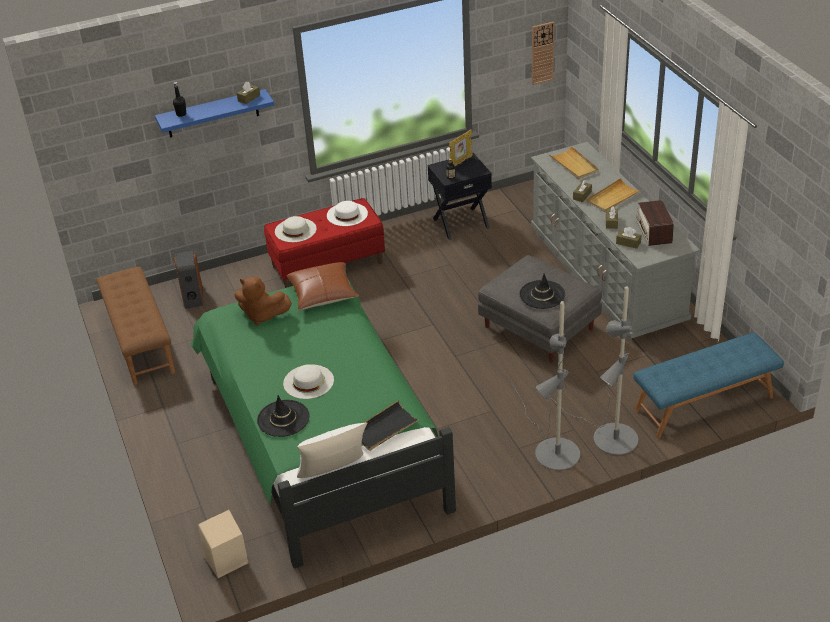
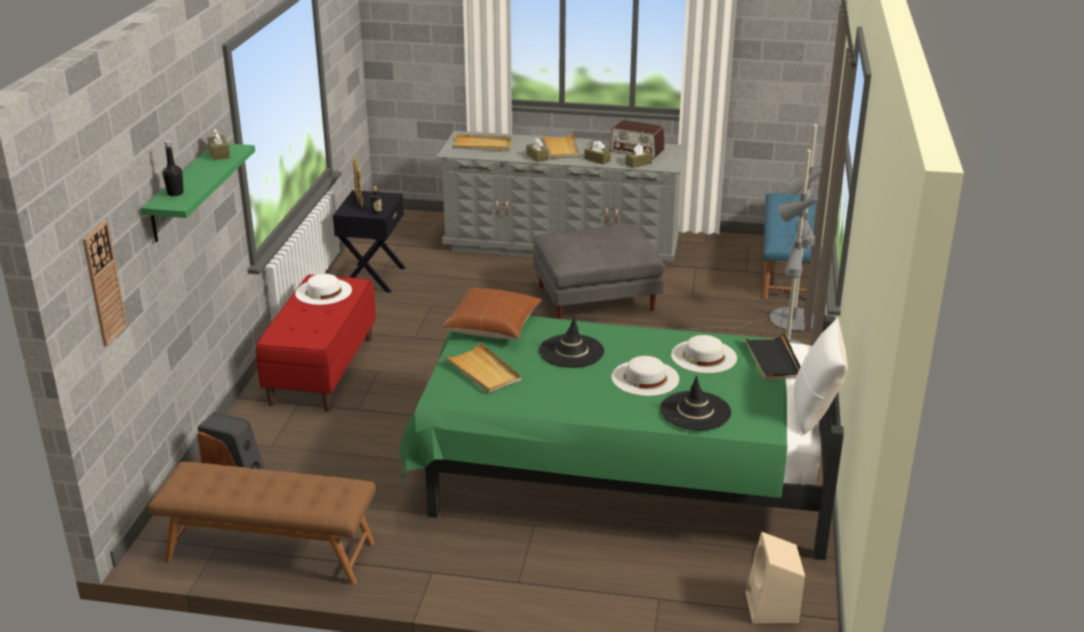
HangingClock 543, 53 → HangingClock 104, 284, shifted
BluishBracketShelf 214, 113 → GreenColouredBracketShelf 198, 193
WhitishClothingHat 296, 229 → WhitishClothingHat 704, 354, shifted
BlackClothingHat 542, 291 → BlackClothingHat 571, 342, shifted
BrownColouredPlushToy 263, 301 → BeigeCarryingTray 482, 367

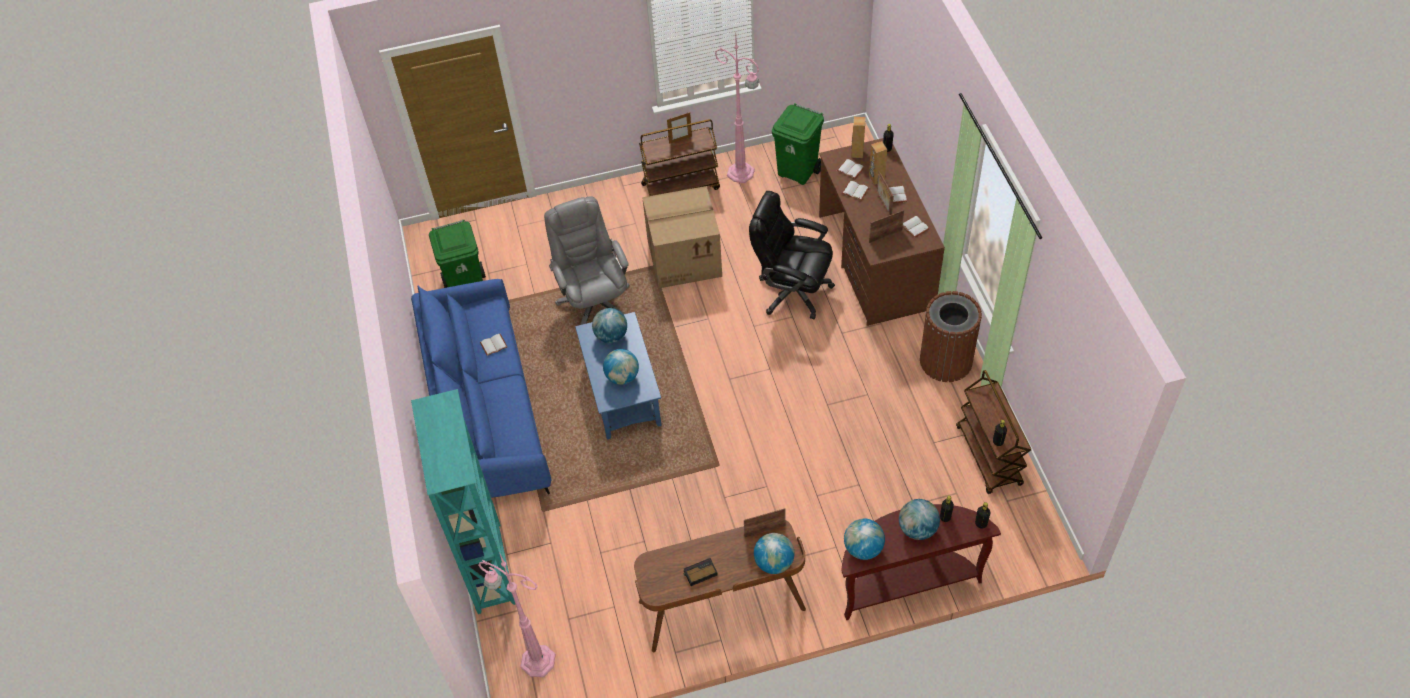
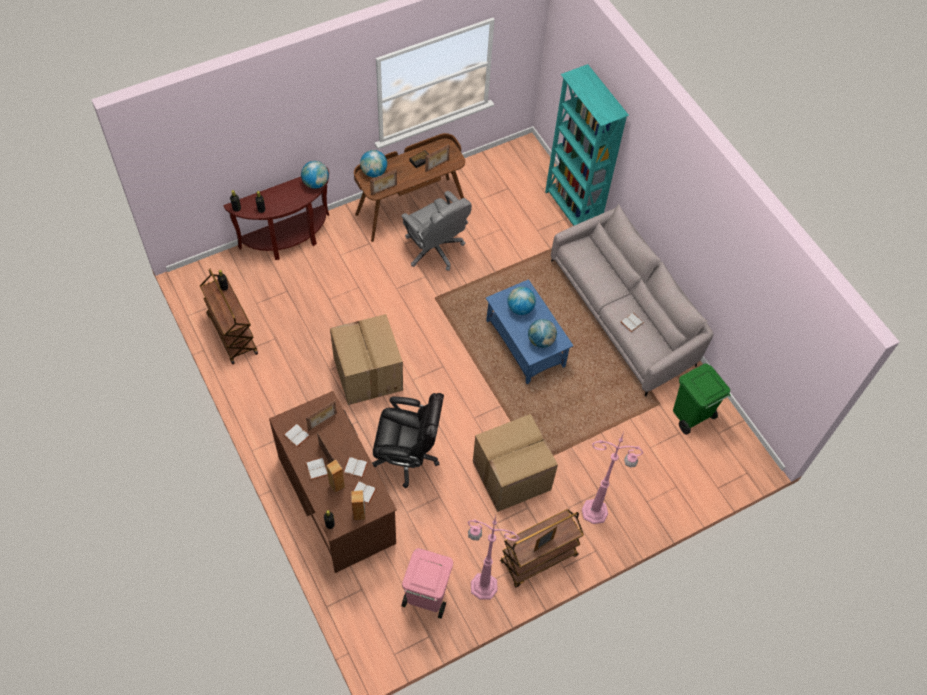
GreenColouredRubbishBin 798, 144 → PinkRubbishBin 427, 583
GreyishComputerChair 586, 260 → GreyishComputerChair 436, 231, shifted
BluishSofa 481, 388 → GreyishSofa 632, 300
BrownColouredRubbishBin 951, 336 → -
DeskGlobe 919, 519 → -
PinkFloorLamp 517, 614 → PinkFloorLamp 612, 478, shifted
- → StandingFrame 437, 158
- → Carton 366, 359

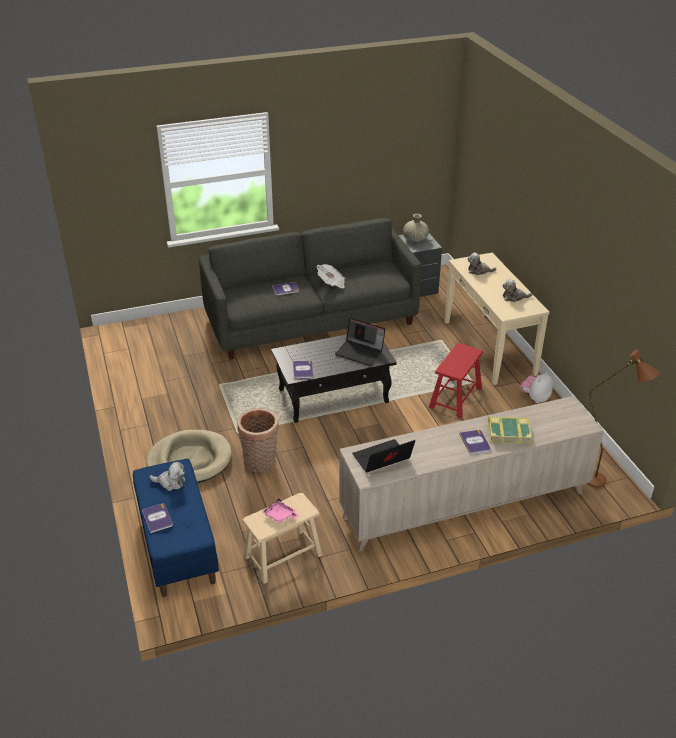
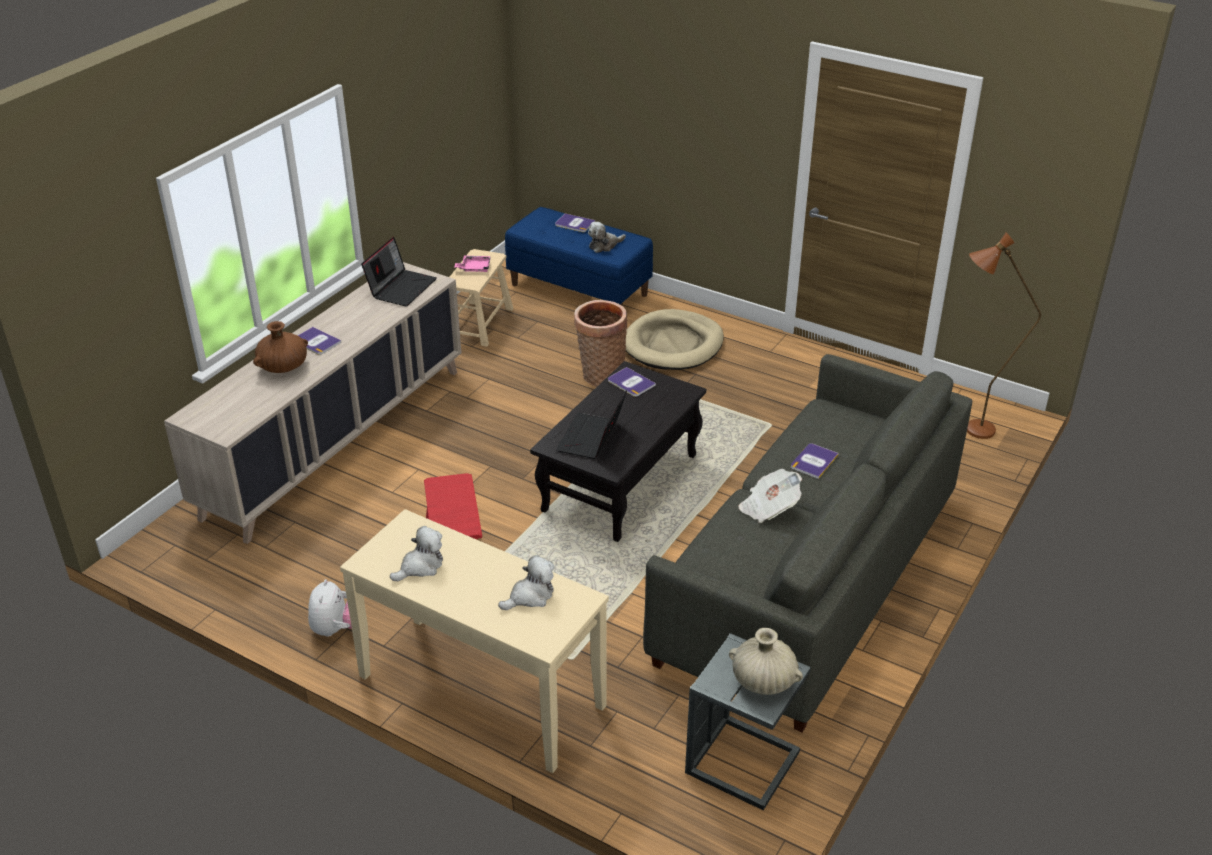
Laptop 360, 342 → Laptop 591, 424, 60 degrees counterclockwise
BrownColouredFloorLamp 623, 418 → BrownColouredFloorLamp 1004, 335, shifted
Volume 510, 430 → BrownColouredVase 280, 347

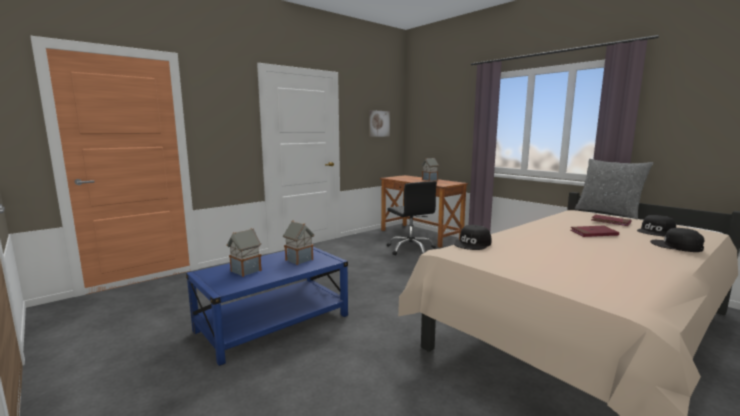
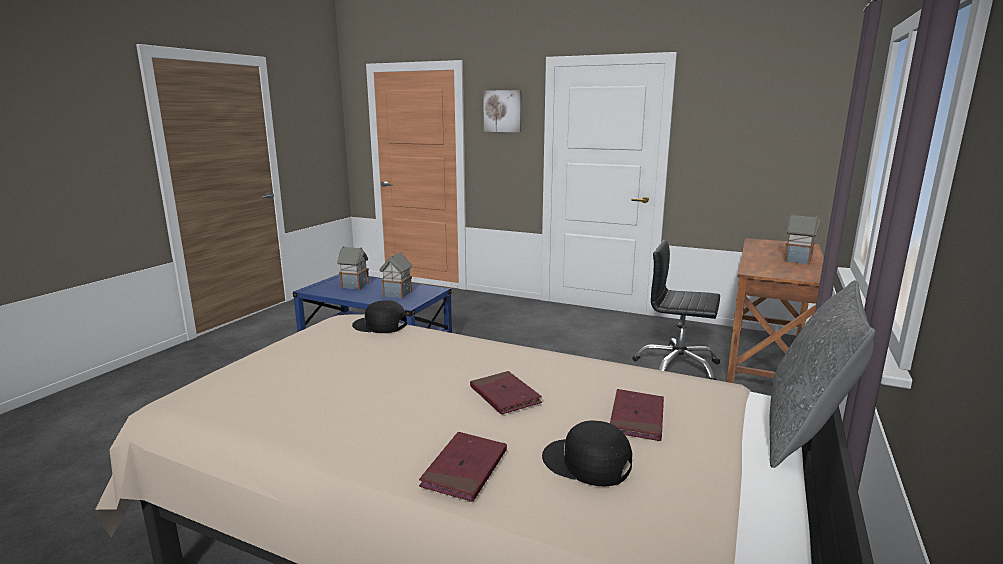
Picture 380, 123 → Picture 502, 111, shifted
BlackComputerChair 412, 218 → BlackComputerChair 676, 310, 75 degrees clockwise
BlackBaseballCap 677, 240 → ReddishVolume 463, 467

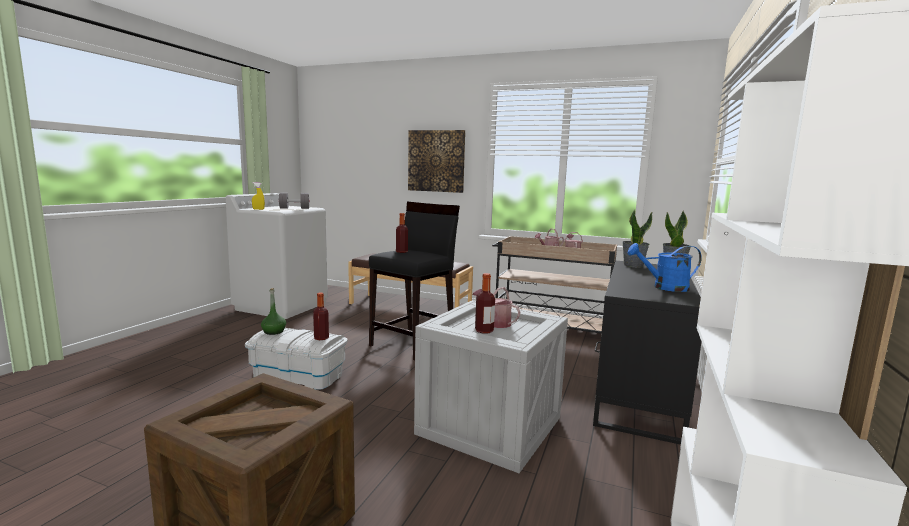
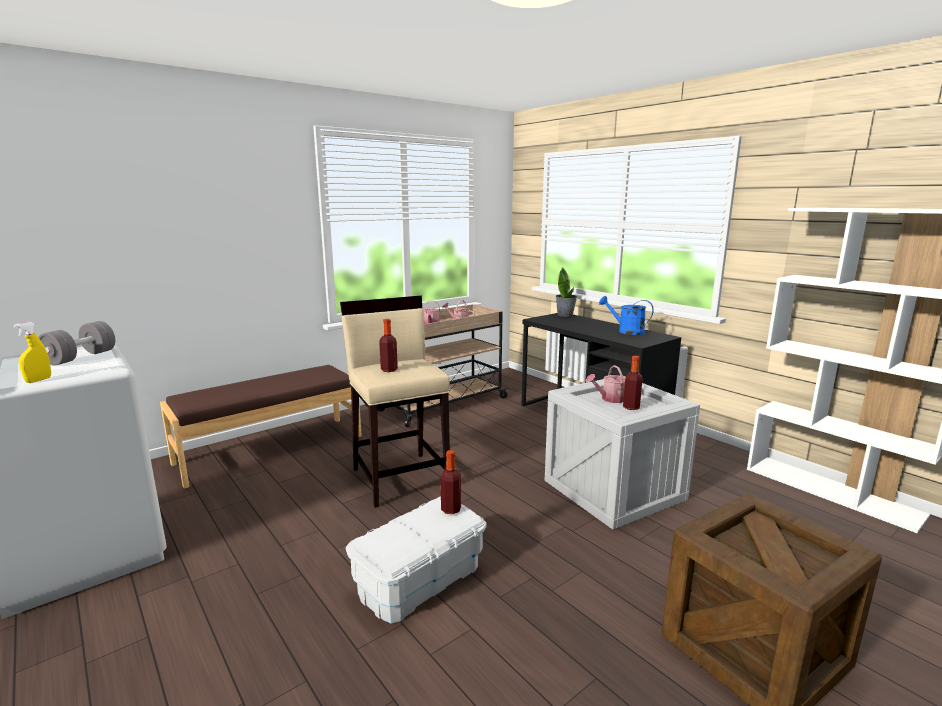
Picture 436, 161 → -
BlackStool 414, 280 → BeigeStool 395, 402
Houseplant 637, 238 → -
BluishSprinklingCan 665, 267 → BluishSprinklingCan 626, 315, 90 degrees clockwise
GreenColouredBeverageBottle 273, 311 → -

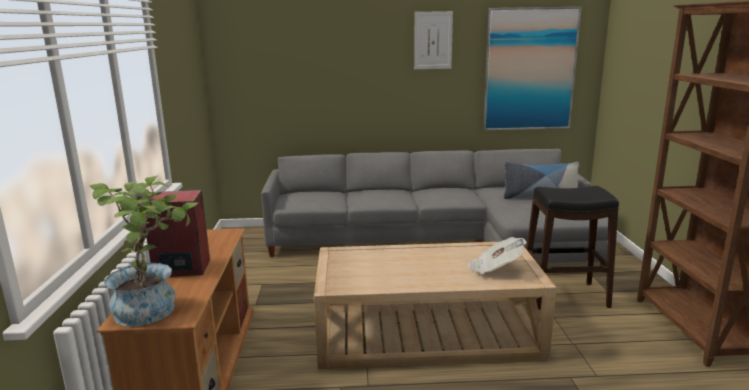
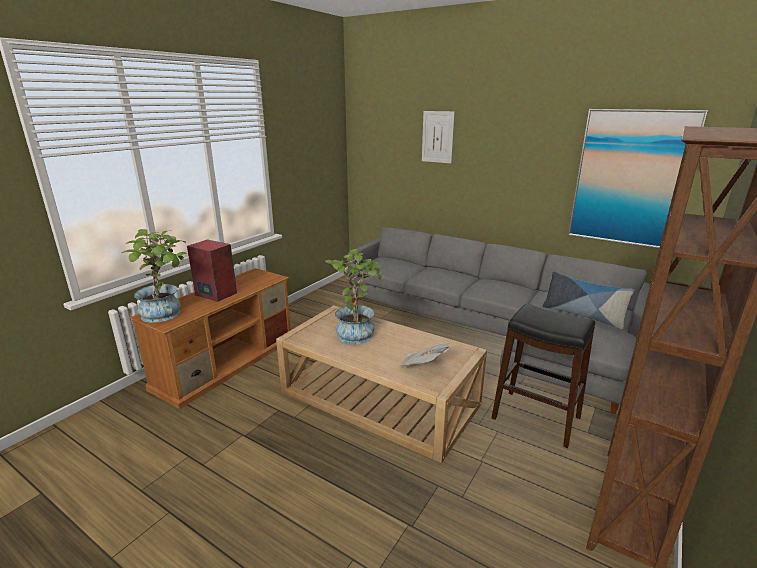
Picture 433, 40 → Picture 438, 137, shifted
- → Houseplant 354, 296

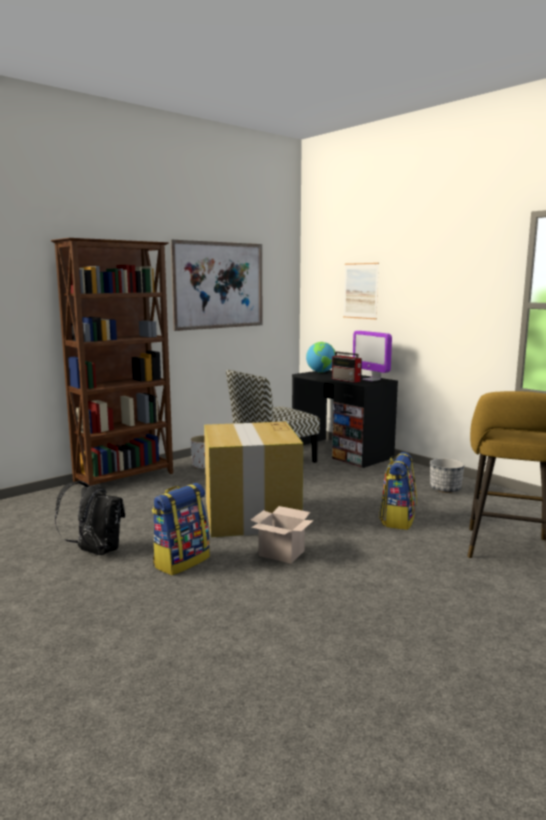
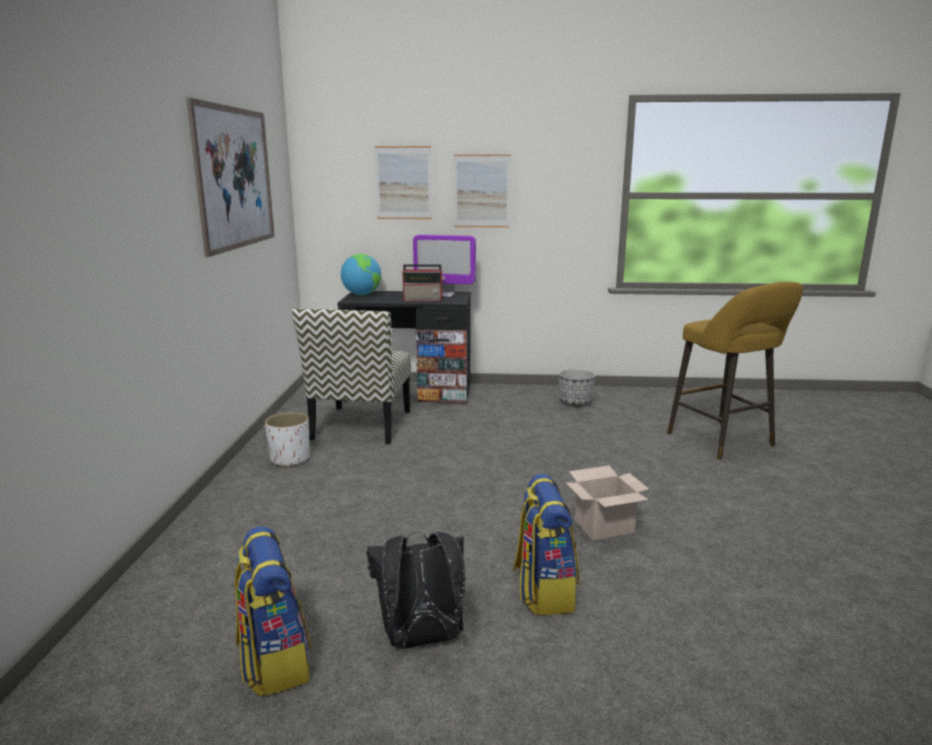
BrownColouredBookcase 112, 362 → -
Carton 253, 479 → -
Rucksack 398, 491 → Rucksack 272, 611, shifted
- → Picture 482, 191

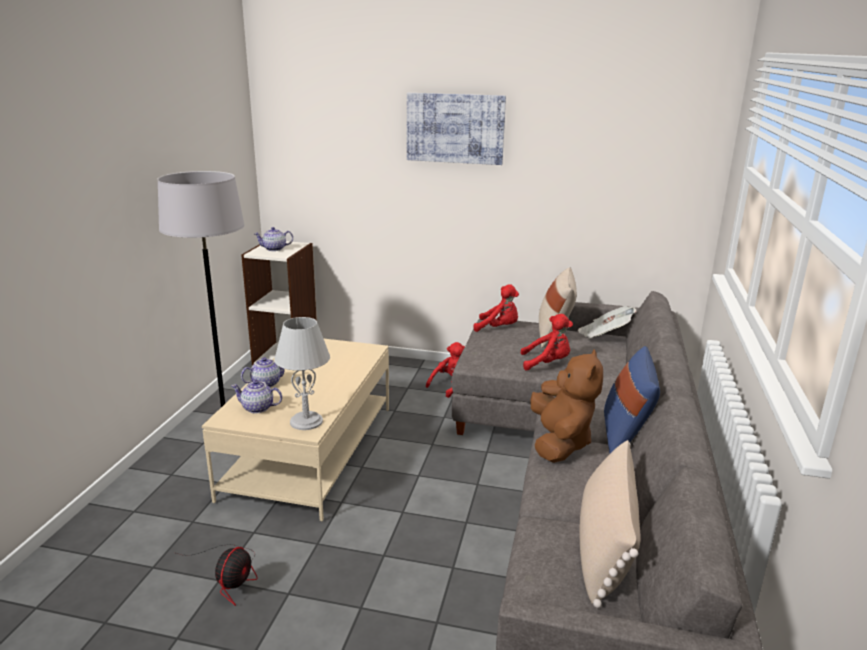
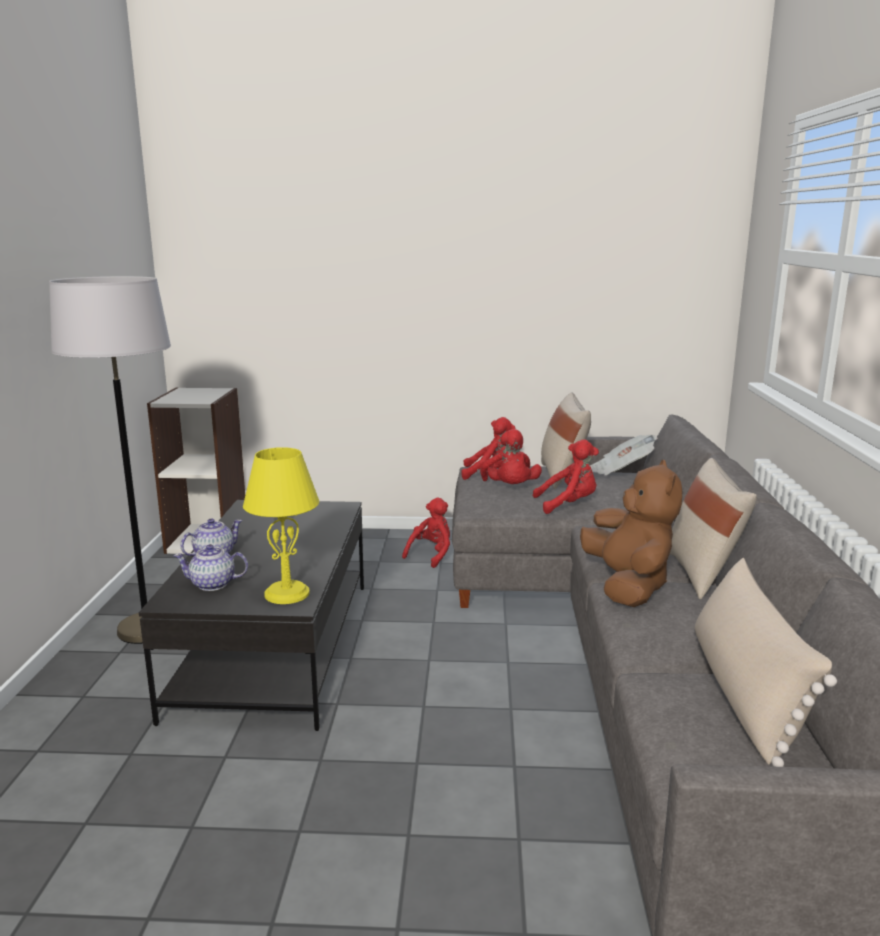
Picture 456, 129 → -
PotForTea 273, 239 → -
GreyishLampForATable 302, 373 → YellowLampForATable 281, 525
BeigeLowTable 295, 430 → BlackLowTable 251, 615
BluishPillow 632, 399 → BeigePillow 713, 528
Fan 217, 575 → -
- → ReddishPlushToy 511, 456

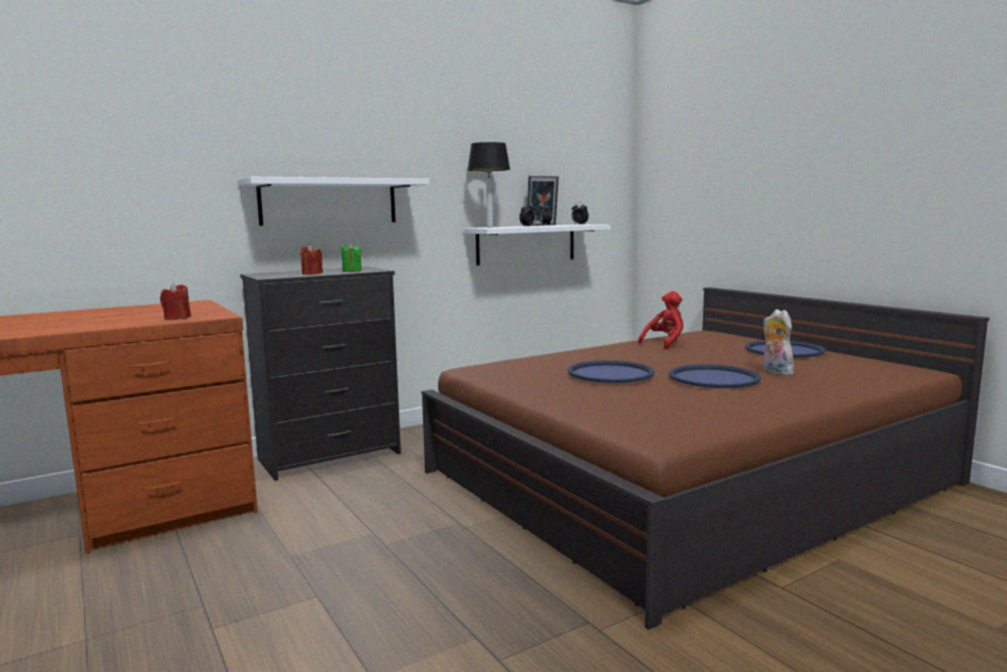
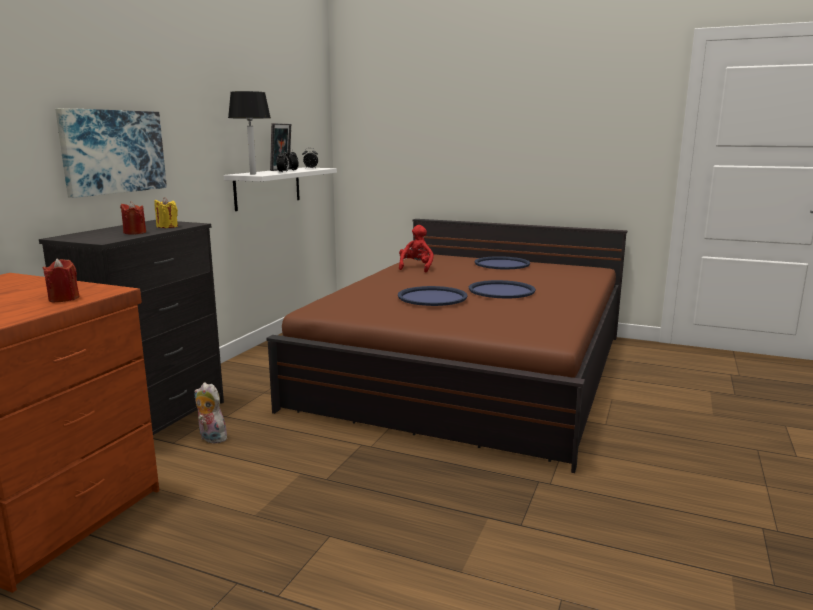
WhitishBracketShelf 333, 201 → Picture 111, 153
GreenColouredWaxCandle 351, 257 → YellowWaxCandle 166, 212
PlushToy 778, 342 → PlushToy 211, 412, shifted

